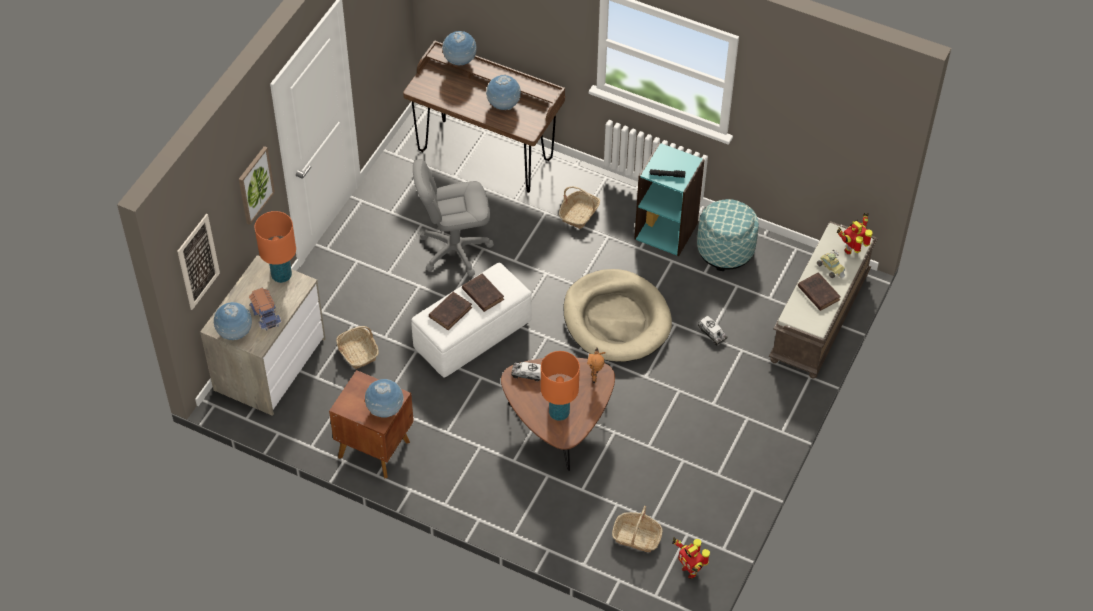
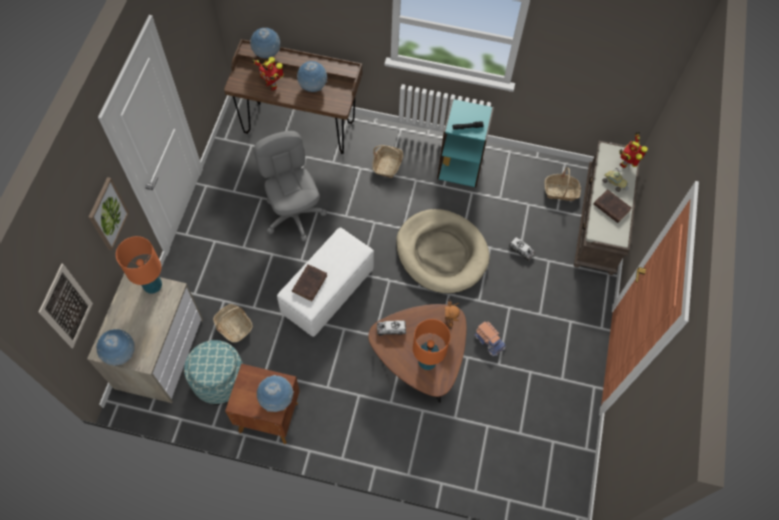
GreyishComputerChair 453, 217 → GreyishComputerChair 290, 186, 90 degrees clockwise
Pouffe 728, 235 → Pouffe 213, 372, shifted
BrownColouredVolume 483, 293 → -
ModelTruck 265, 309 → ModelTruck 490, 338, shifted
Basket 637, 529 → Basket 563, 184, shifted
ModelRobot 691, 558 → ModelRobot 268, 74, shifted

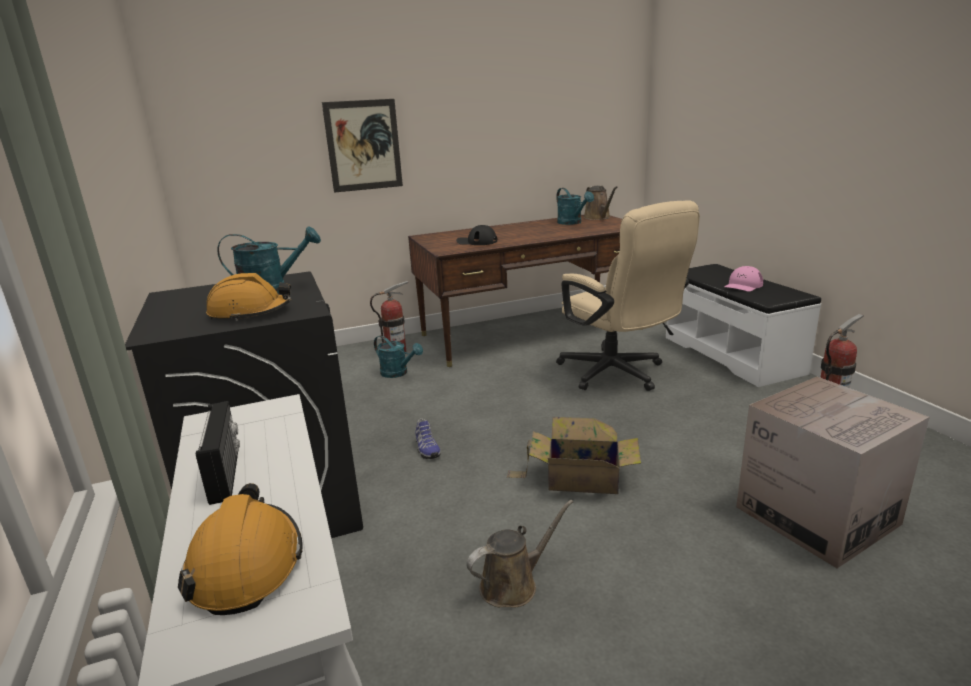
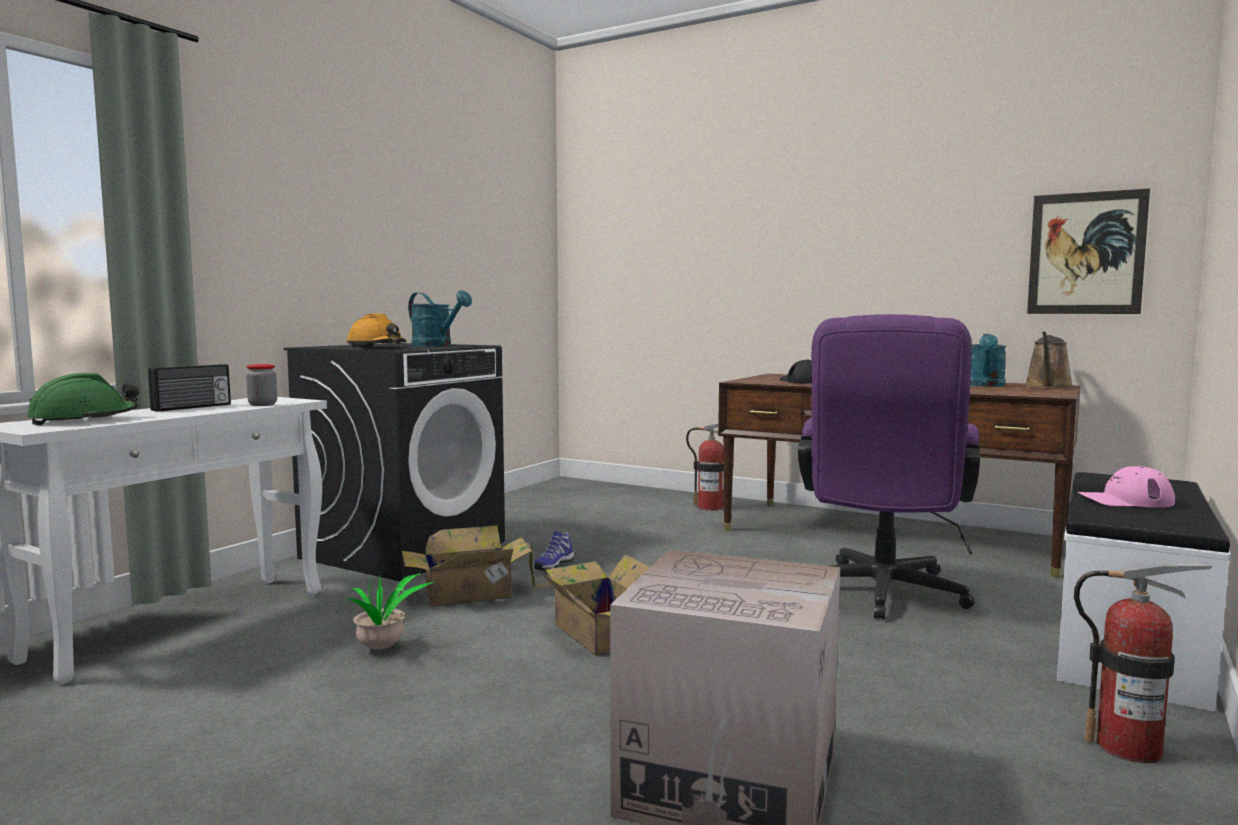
Picture 362, 146 → Picture 1088, 251, shifted
BeigeComputerChair 628, 295 → PurpleComputerChair 889, 467
TurquoiseSprinklingCan 398, 356 → -
OrangeyHardHat 240, 549 → GreenColouredHardHat 83, 399
BrownColouredSprinklingCan 519, 553 → Houseplant 385, 611
- → StorageJar 261, 385
- → Carton 477, 565

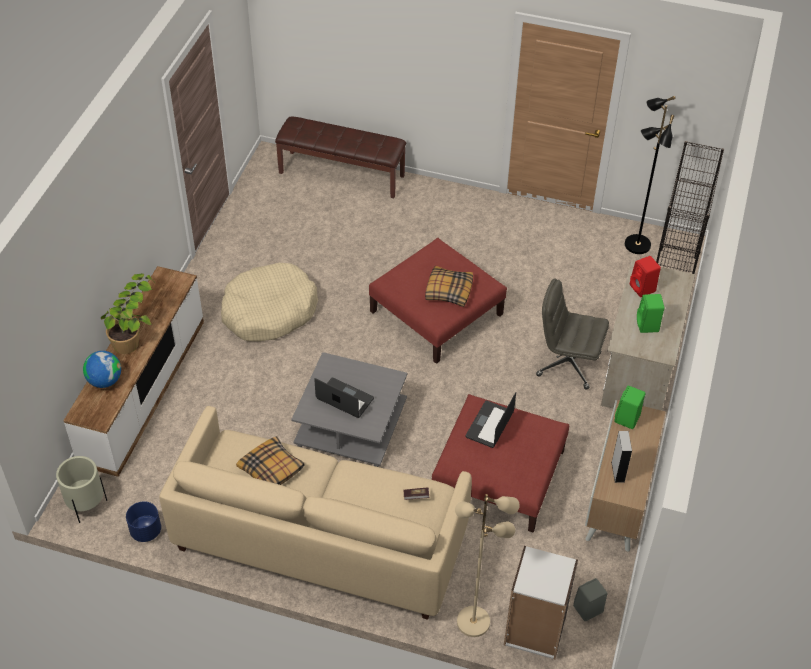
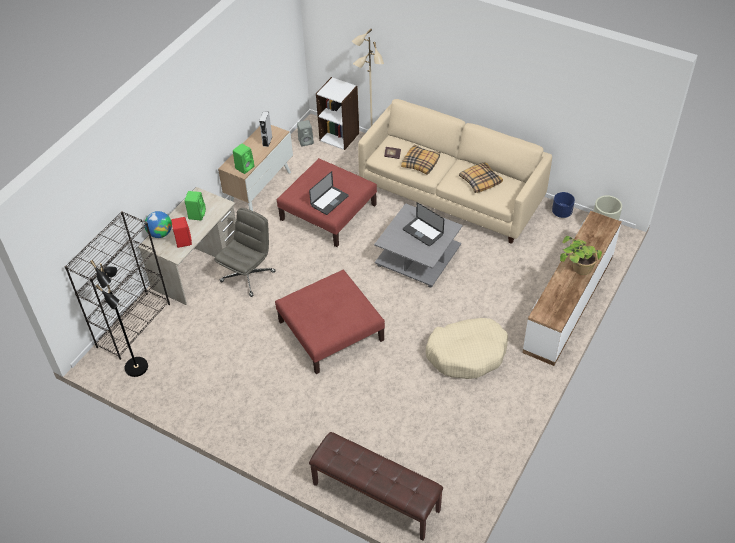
Pillow 449, 286 → Pillow 420, 160, shifted
GreyishComputerChair 572, 334 → GreyishComputerChair 245, 252, 90 degrees counterclockwise
DeskGlobe 102, 369 → DeskGlobe 158, 224, shifted

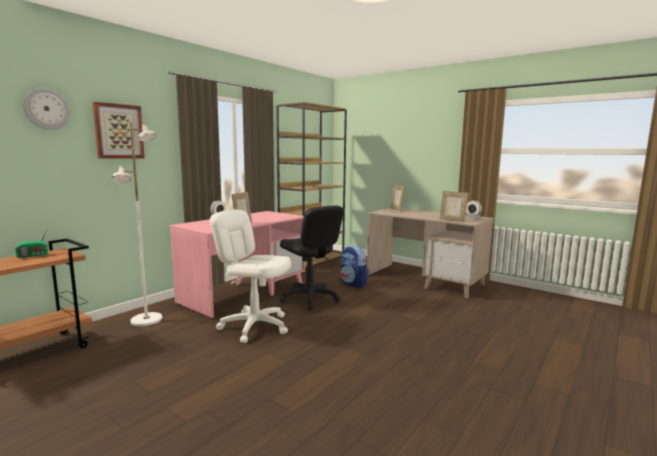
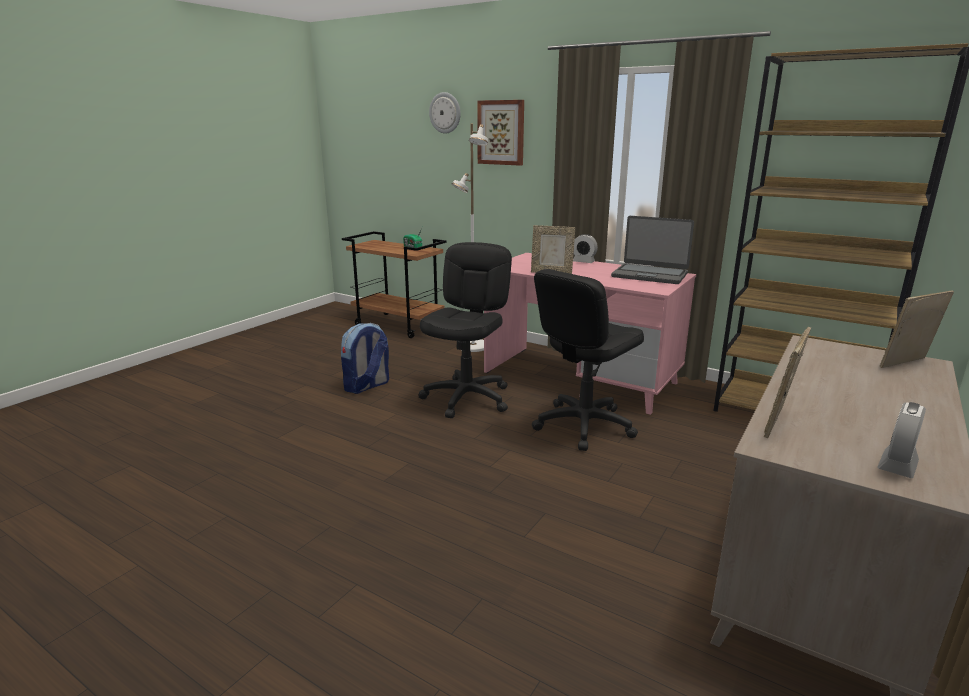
WhitishComputerChair 250, 276 → BlackComputerChair 465, 330
Rucksack 354, 266 → Rucksack 365, 358, shifted
- → Laptop 652, 250

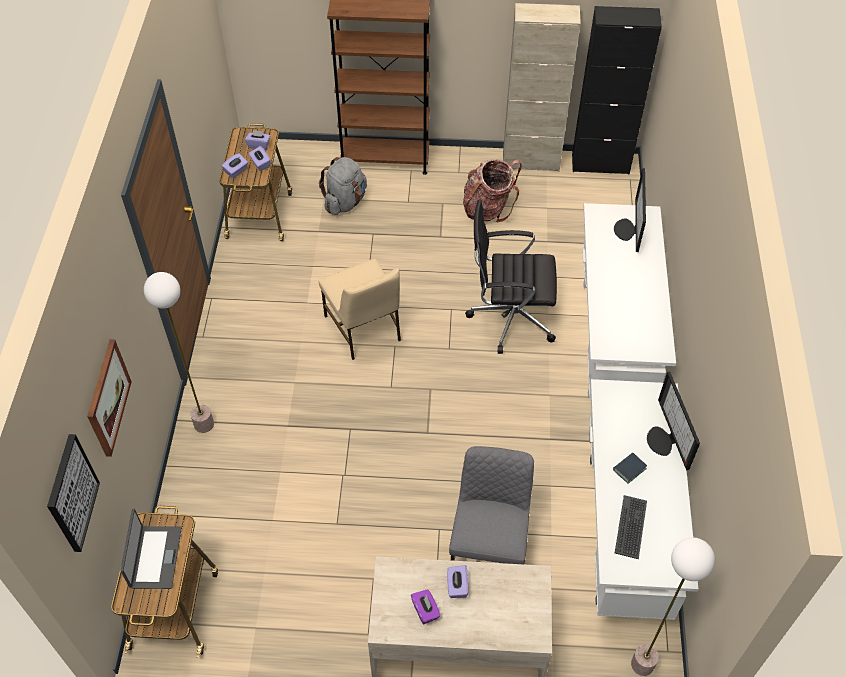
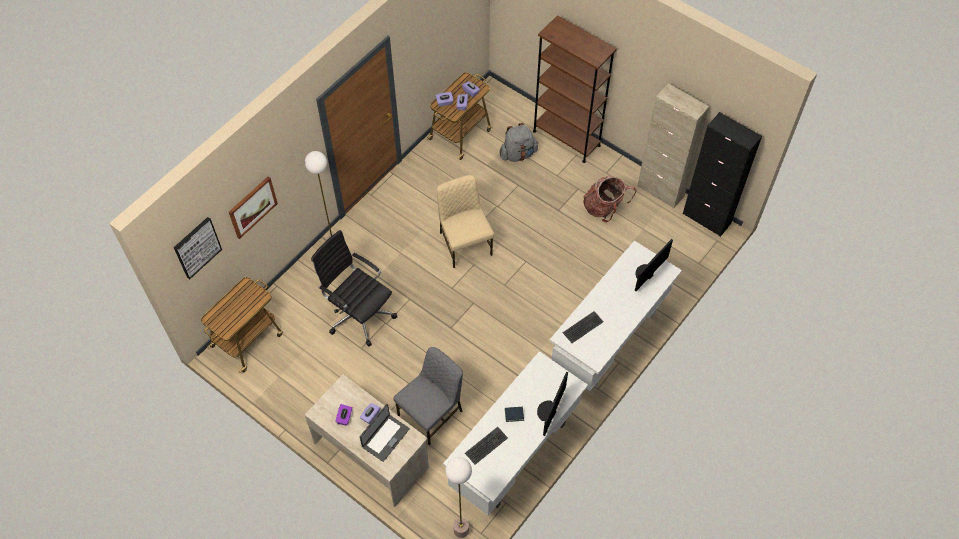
BlackComputerChair 511, 276 → BlackComputerChair 354, 288, shifted
BeigeUprightChair 360, 309 → BeigeUprightChair 465, 221, 150 degrees clockwise
Laptop 150, 549 → Laptop 385, 433, shifted
- → Keyboard 583, 327

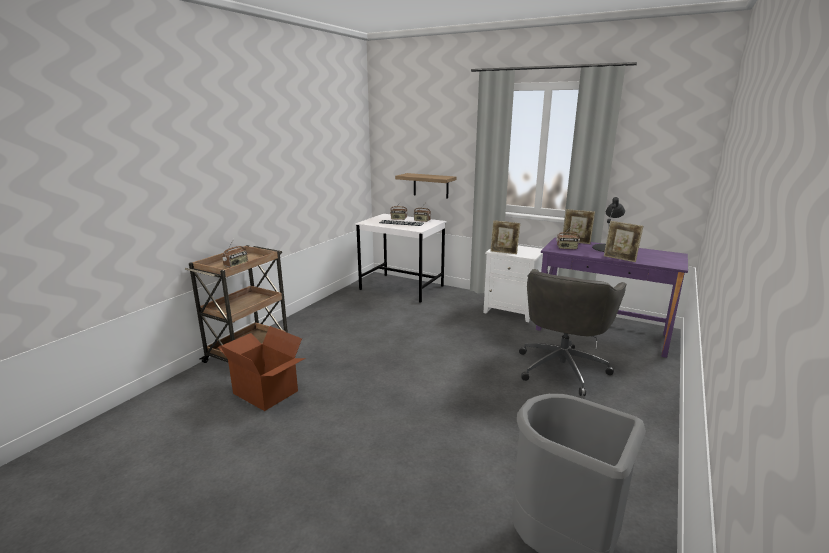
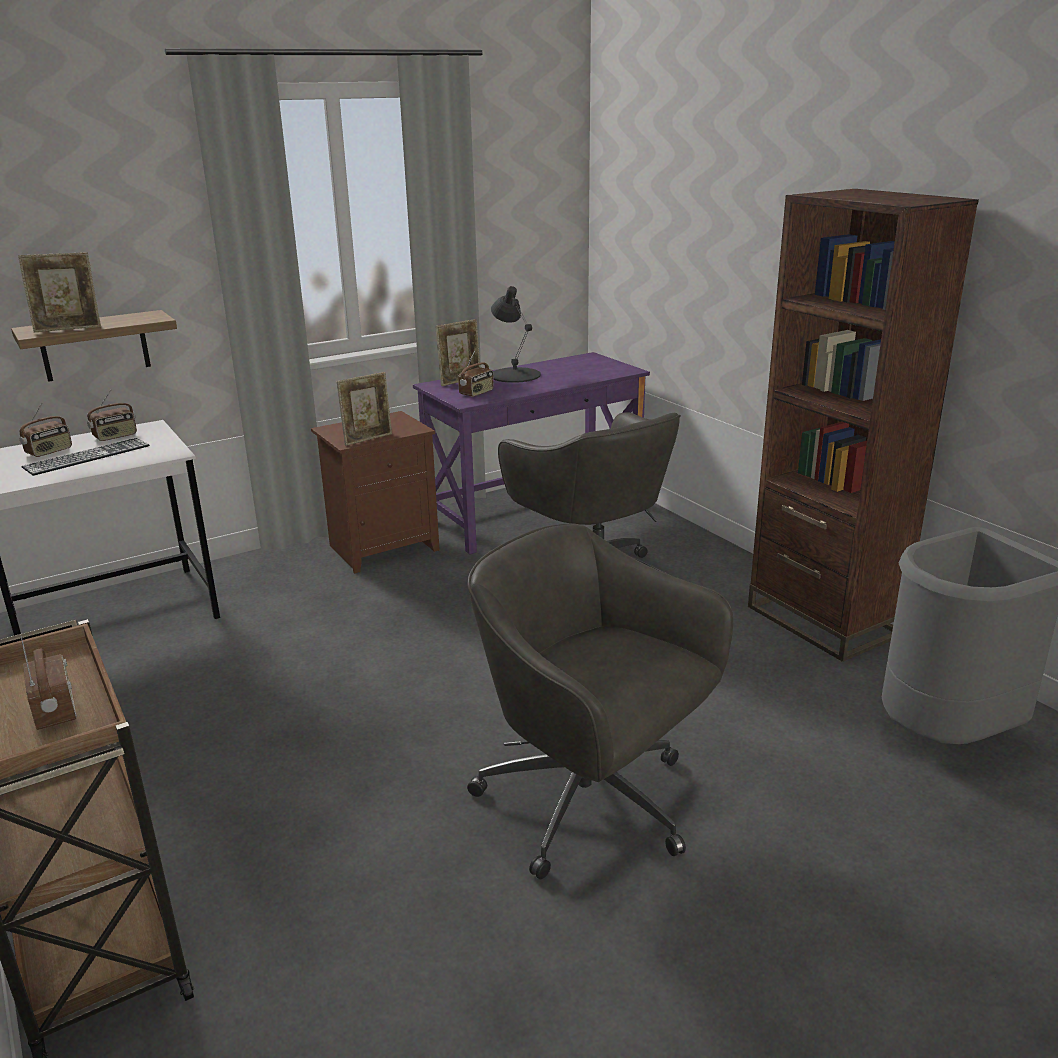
StandingFrame 623, 241 → StandingFrame 59, 292, shifted
WhitishBedsideTable 513, 284 → BrownColouredBedsideTable 375, 492
Carton 262, 368 → -
- → BrownColouredBookcase 863, 425
- → GreyishComputerChair 600, 701

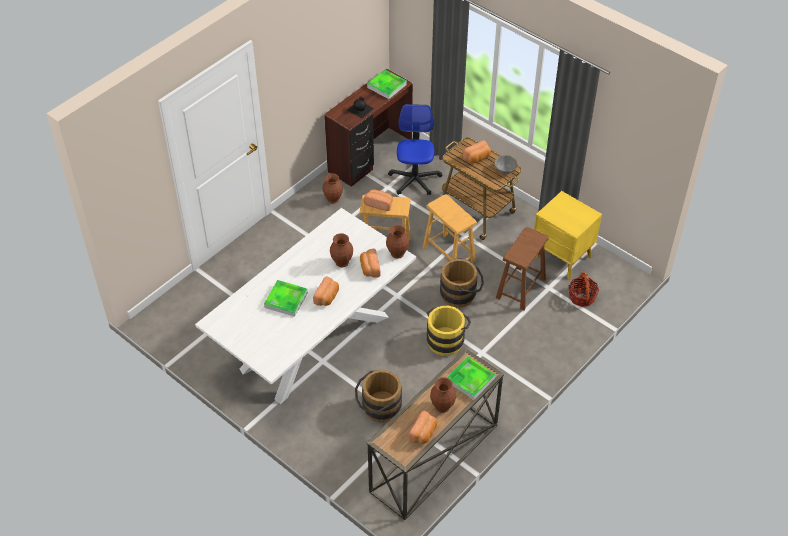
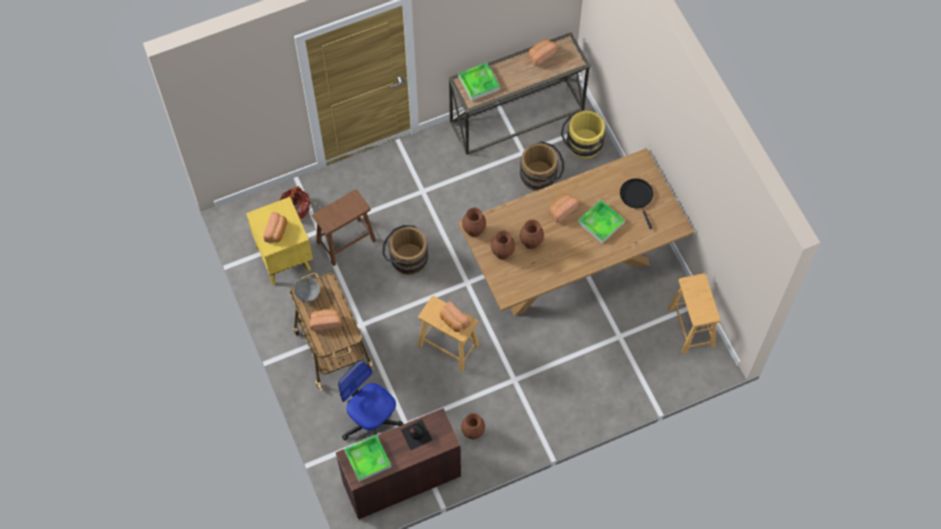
ComputerChair 415, 149 → ComputerChair 370, 400, 105 degrees clockwise
BrownColouredStool 450, 229 → BrownColouredStool 694, 313, shifted
WhitishDinnerTable 305, 306 → BrownColouredDinnerTable 576, 232
BakedBread 370, 263 → BakedBread 275, 227, shifted
YellowPail 449, 331 → YellowPail 583, 135, shifted
BrownColouredVase 443, 395 → BrownColouredVase 503, 245, shifted
- → BlackPan 636, 203

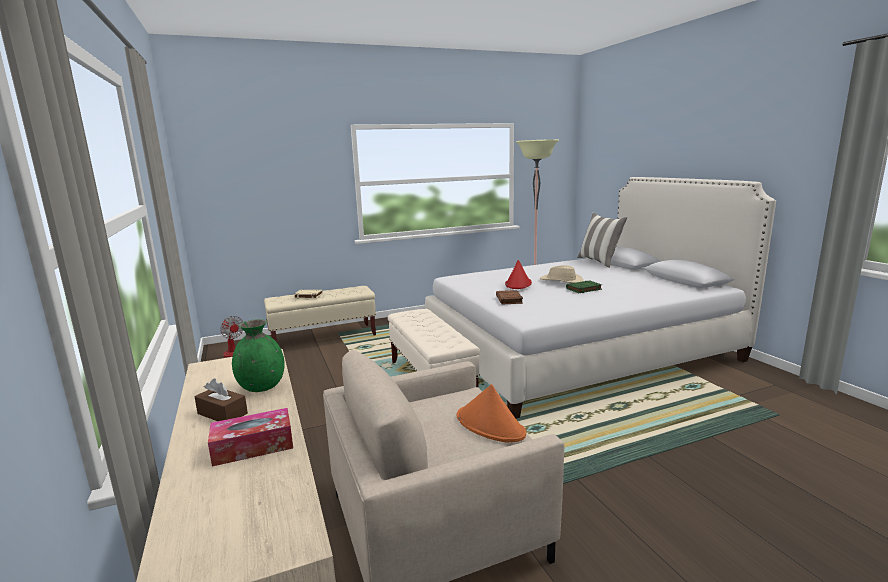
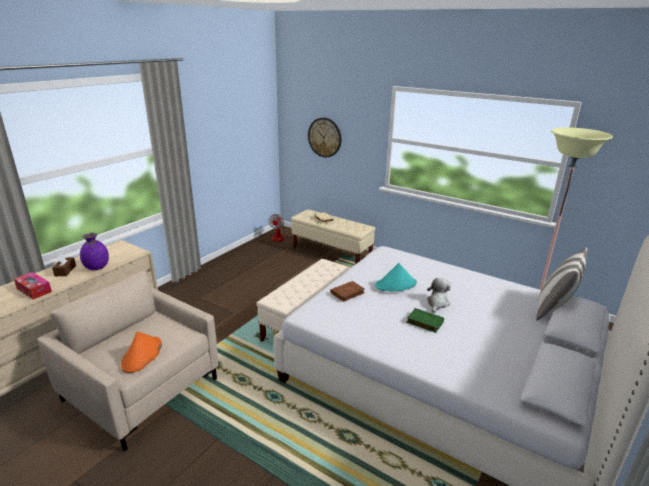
ReddishClothingHat 518, 274 → TurquoiseClothingHat 396, 277
BeigeClothingHat 561, 274 → PlushToy 439, 295
GreenColouredVase 258, 355 → PurpleVase 94, 251
- → HangingClock 324, 138

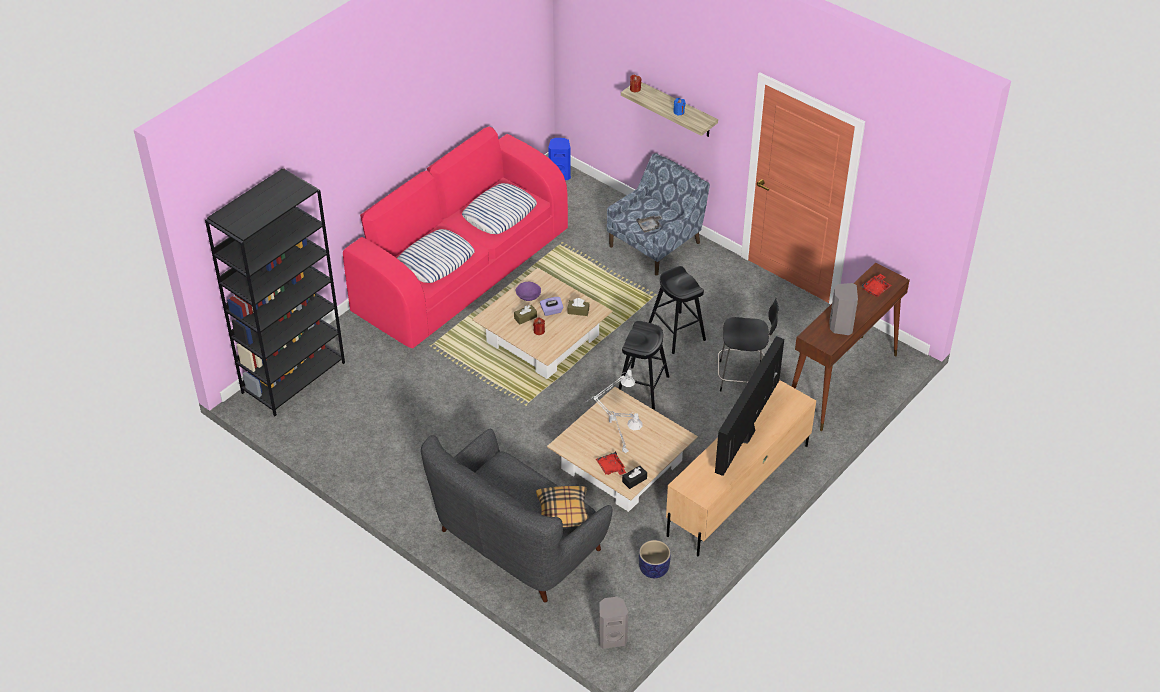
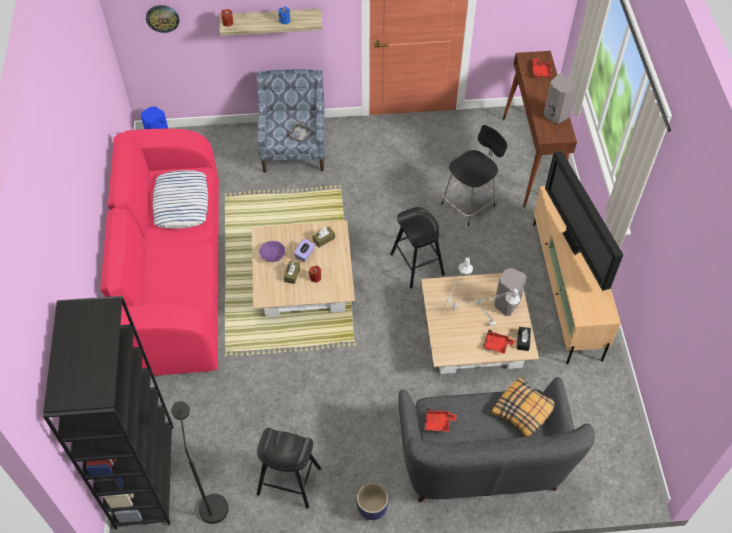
Pillow 436, 256 → -
BlackStool 677, 310 → BlackStool 289, 468, shifted
FlowerPot 655, 559 → FlowerPot 372, 501, shifted
GreyishAudioSpeaker 613, 623 → GreyishAudioSpeaker 510, 292, shifted
- → HangingClock 162, 19
- → BlackFloorLamp 200, 462
- → ReddishCarryingTray 440, 420

